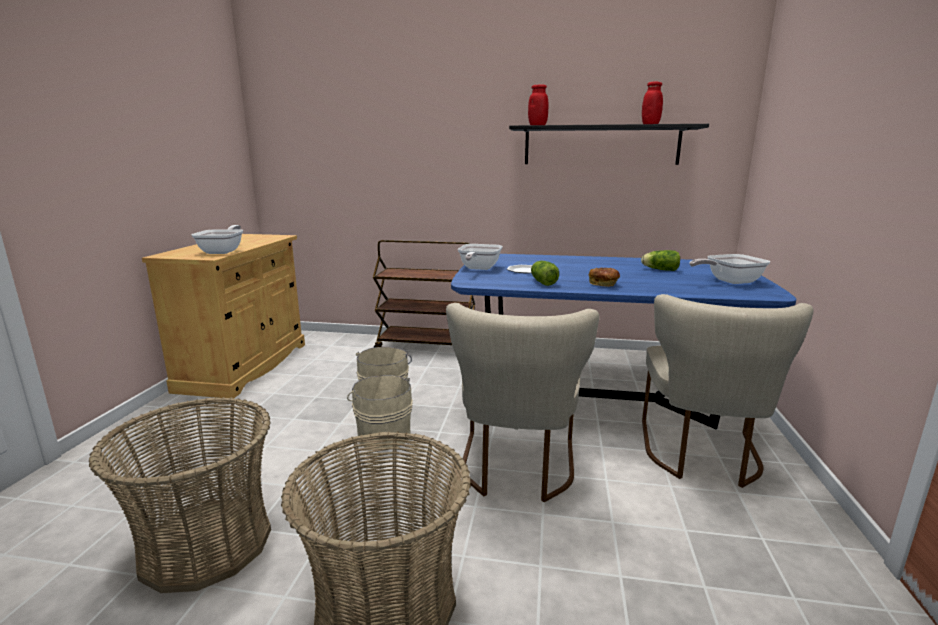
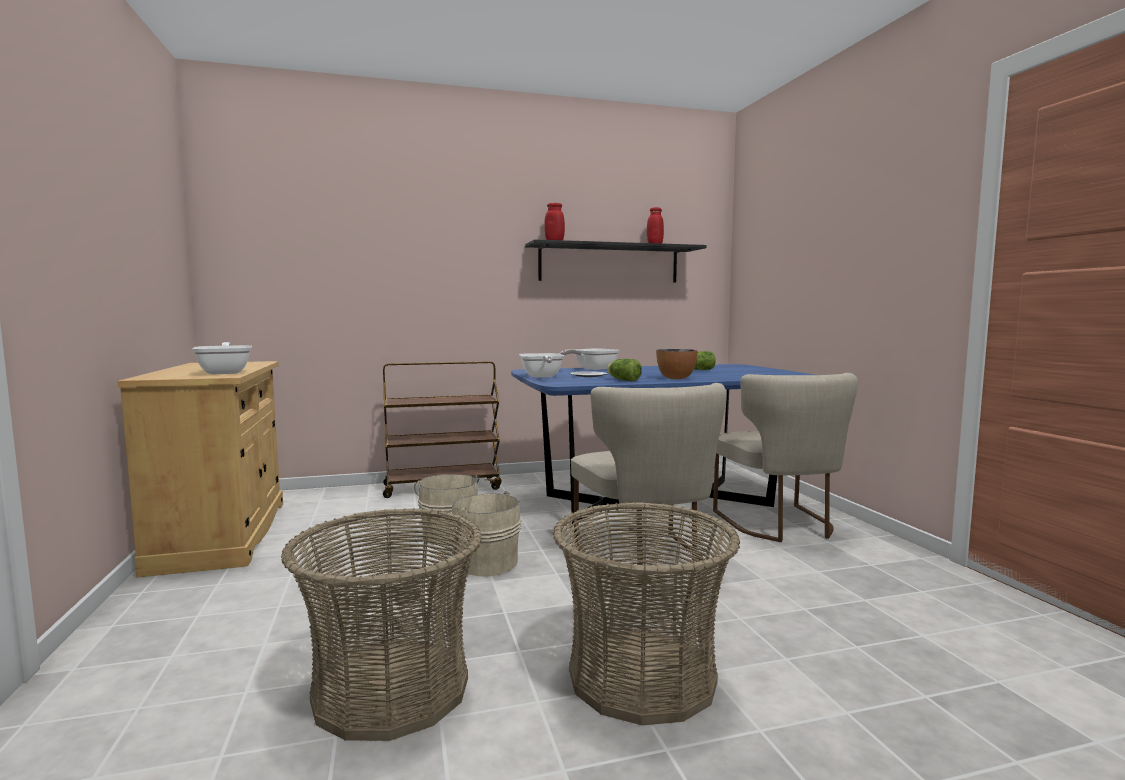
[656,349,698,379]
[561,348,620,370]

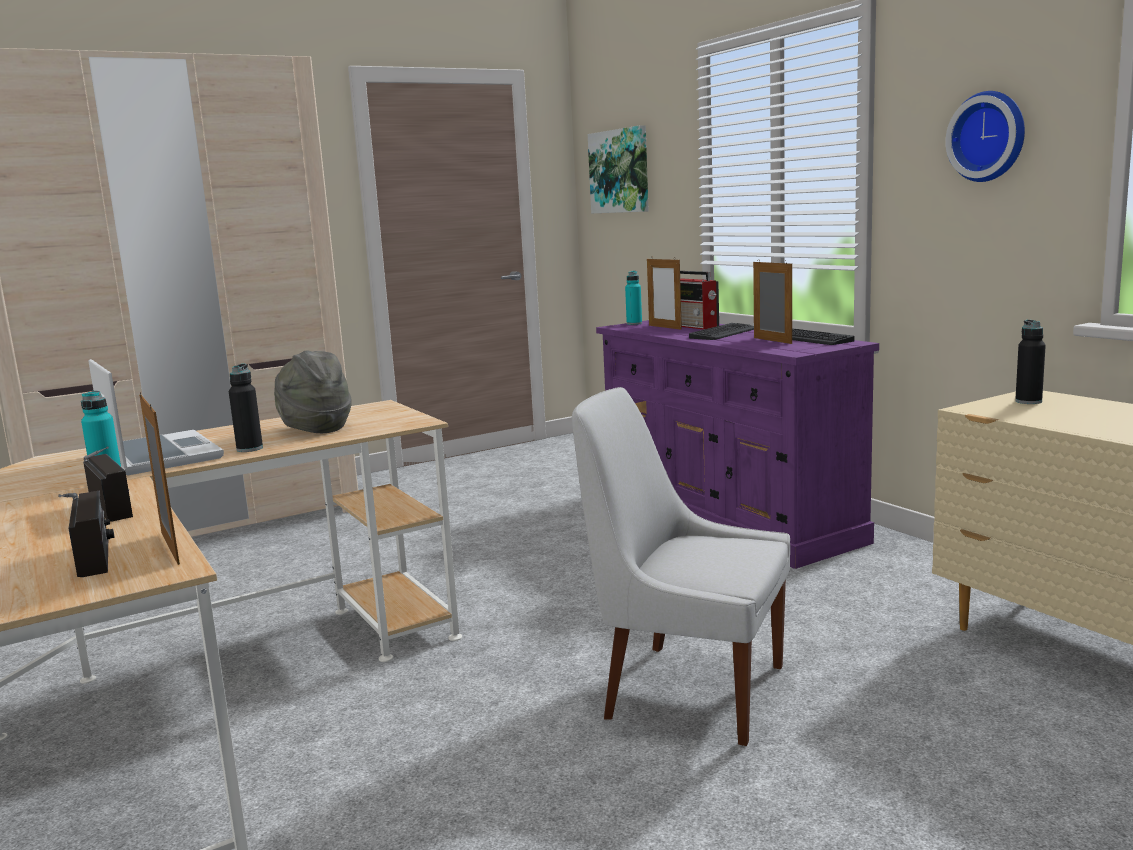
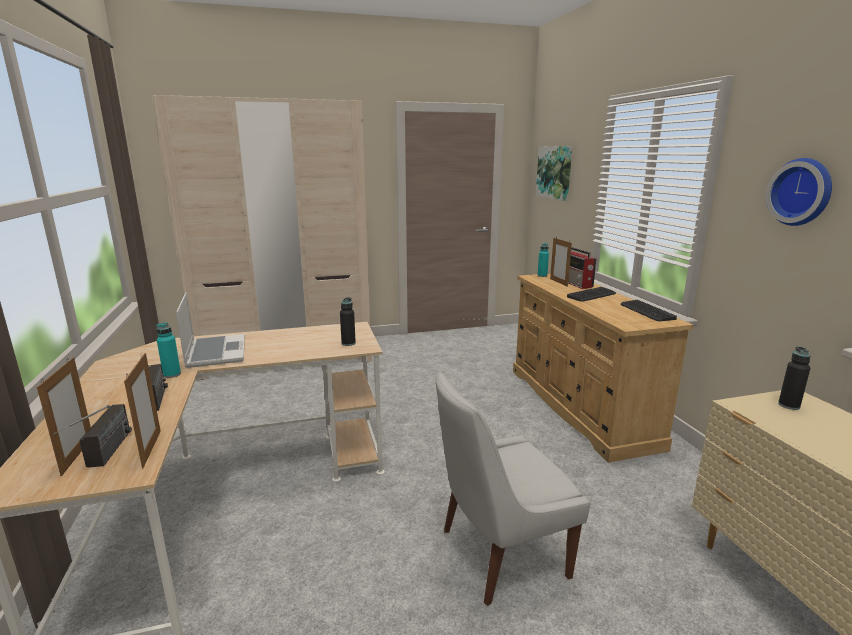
[340,297,356,346]
[274,350,352,433] (first image)
[436,372,591,606]
[513,273,693,463]
[37,357,91,476]

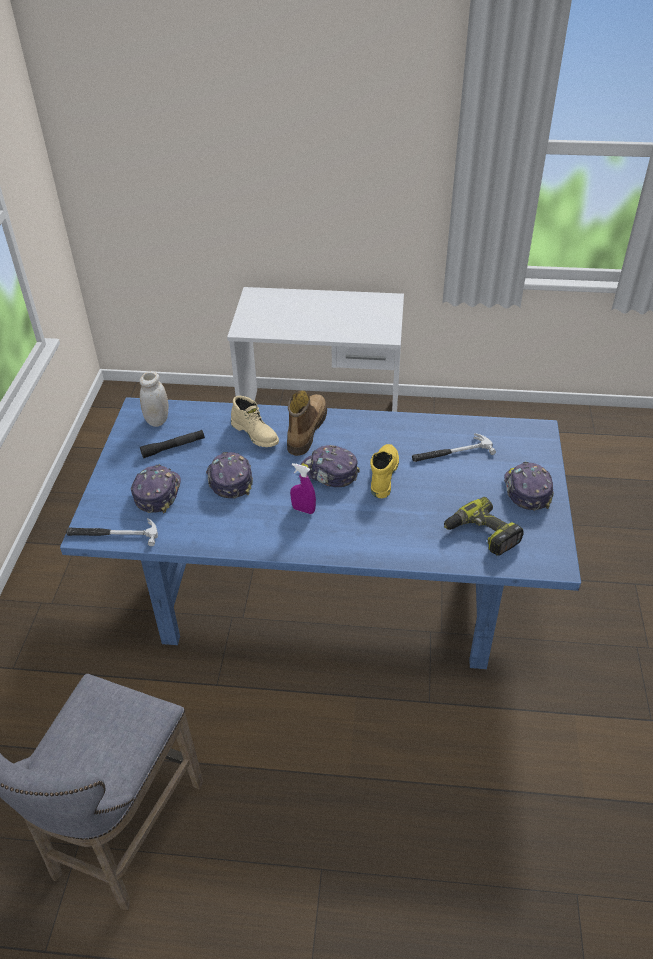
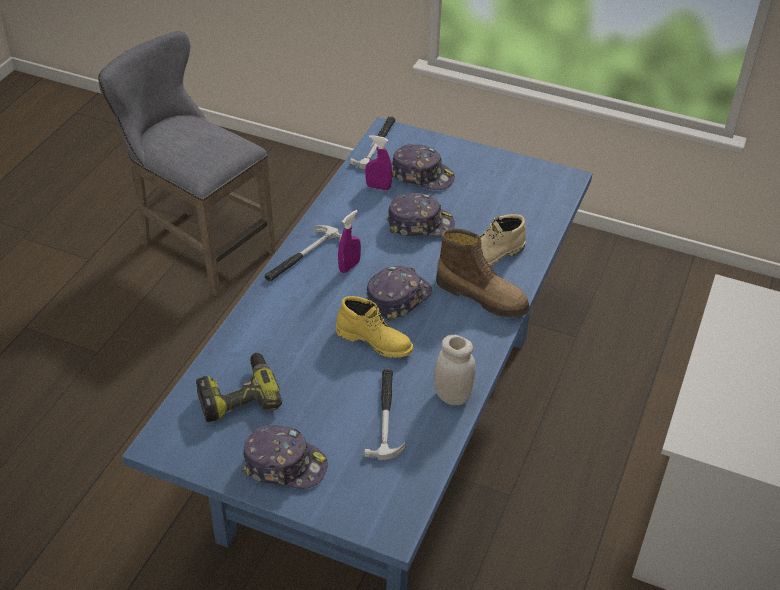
[434,335,476,405]
[140,430,205,458] (first image)
[265,225,342,281]
[365,135,392,190]

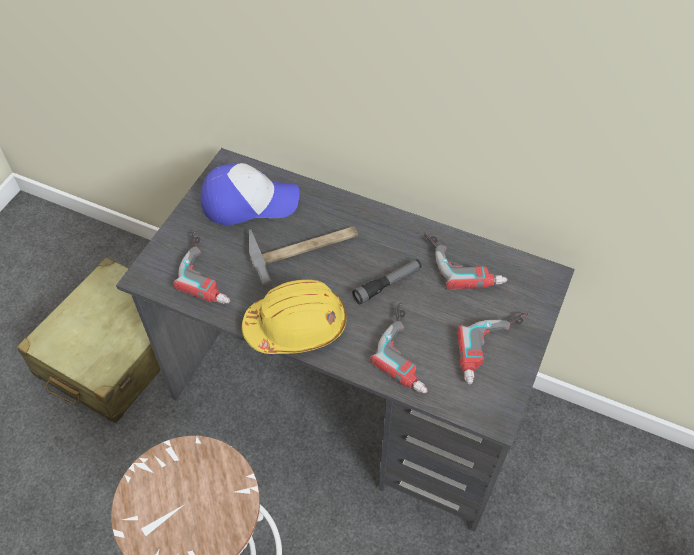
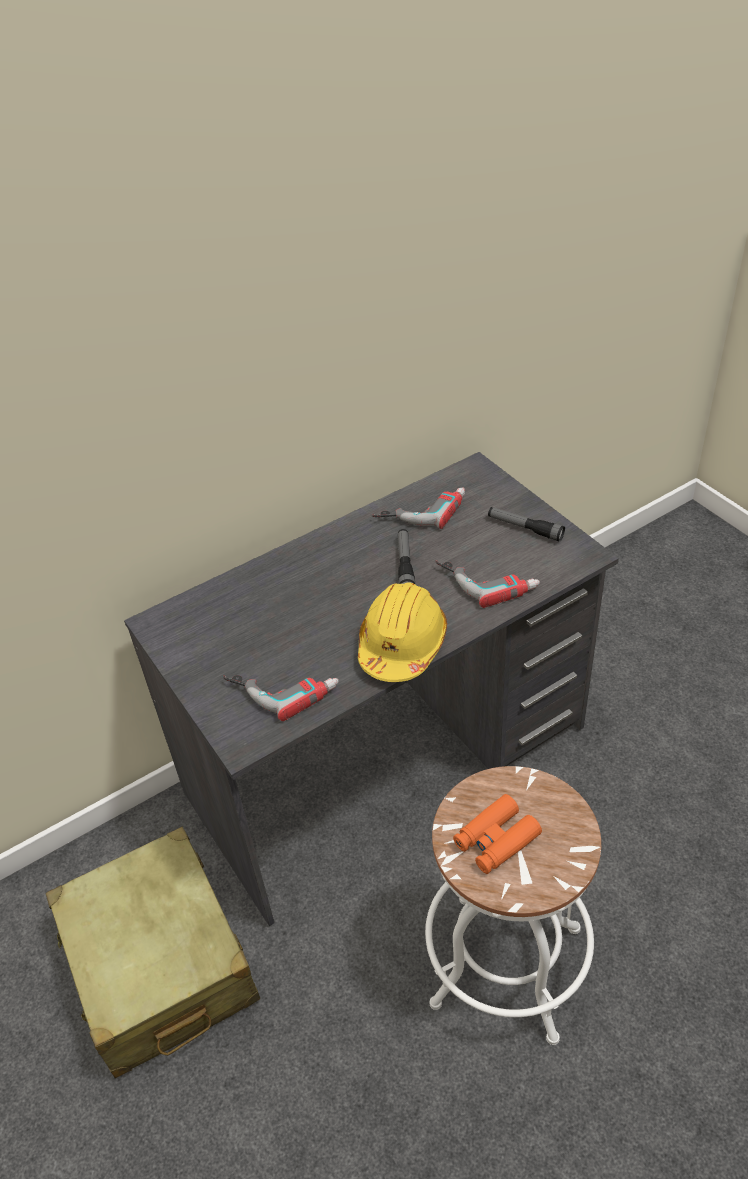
[201,163,300,225] (first image)
[249,226,358,289] (first image)
[488,507,565,542]
[453,794,542,874]

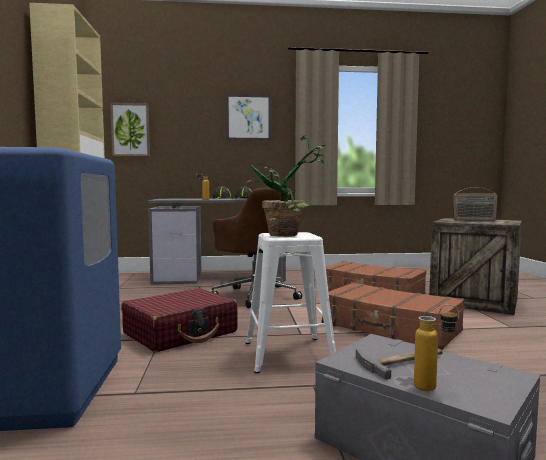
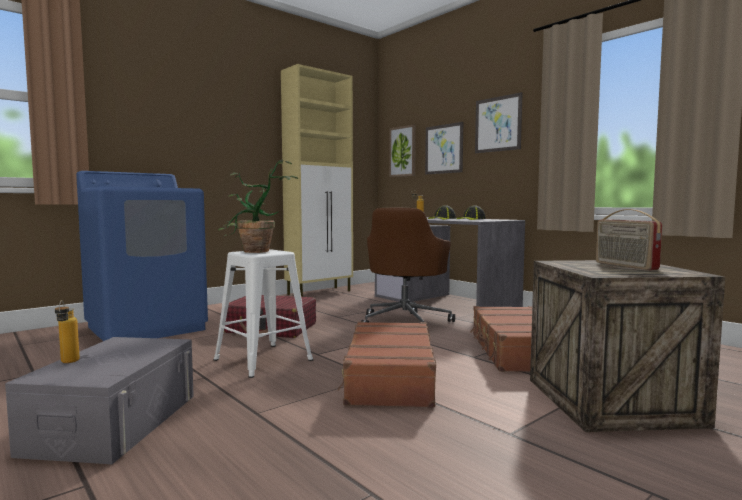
[356,349,443,380] (first image)
[425,122,463,174]

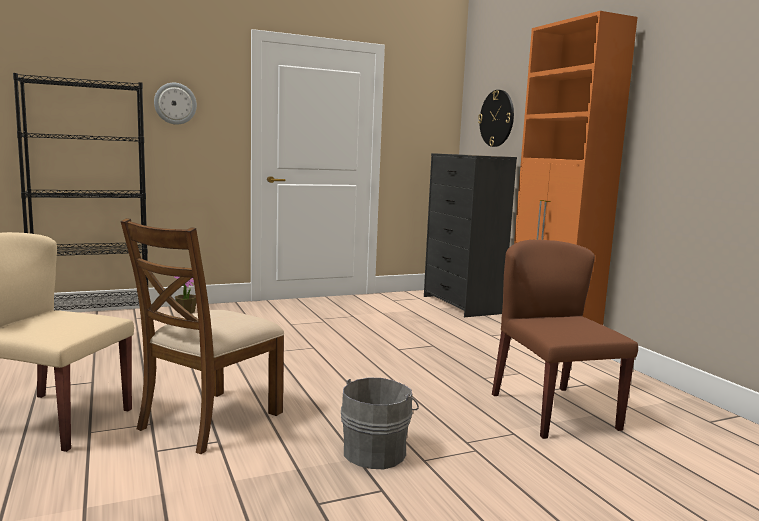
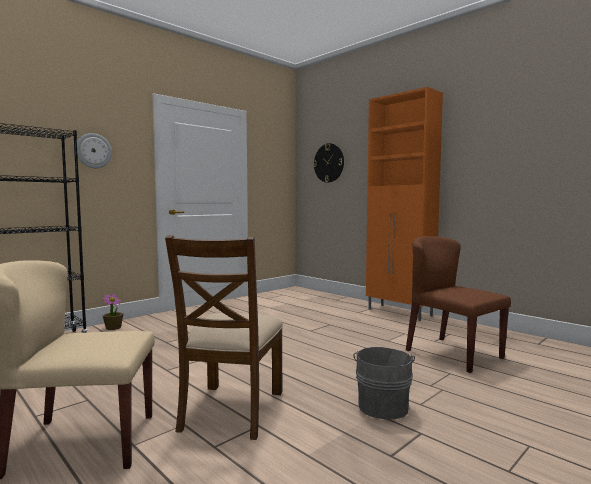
[424,153,517,317] (first image)

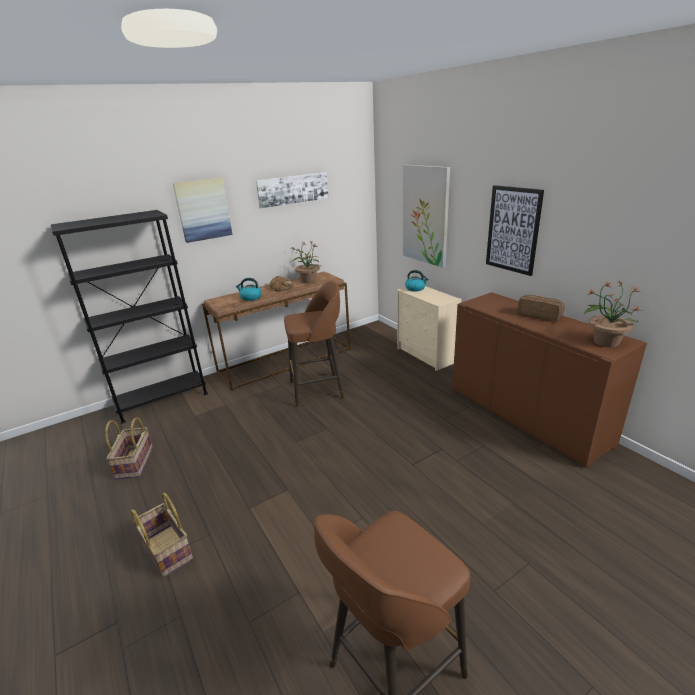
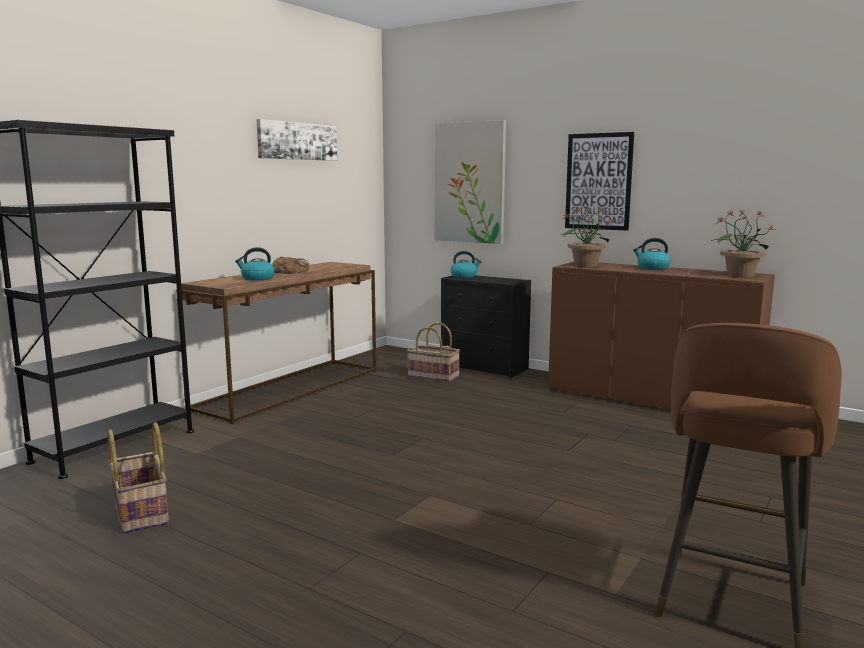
[407,322,460,382]
[173,178,233,243] (first image)
[284,281,344,407] (first image)
[562,206,610,267]
[441,275,531,378]
[633,238,671,270]

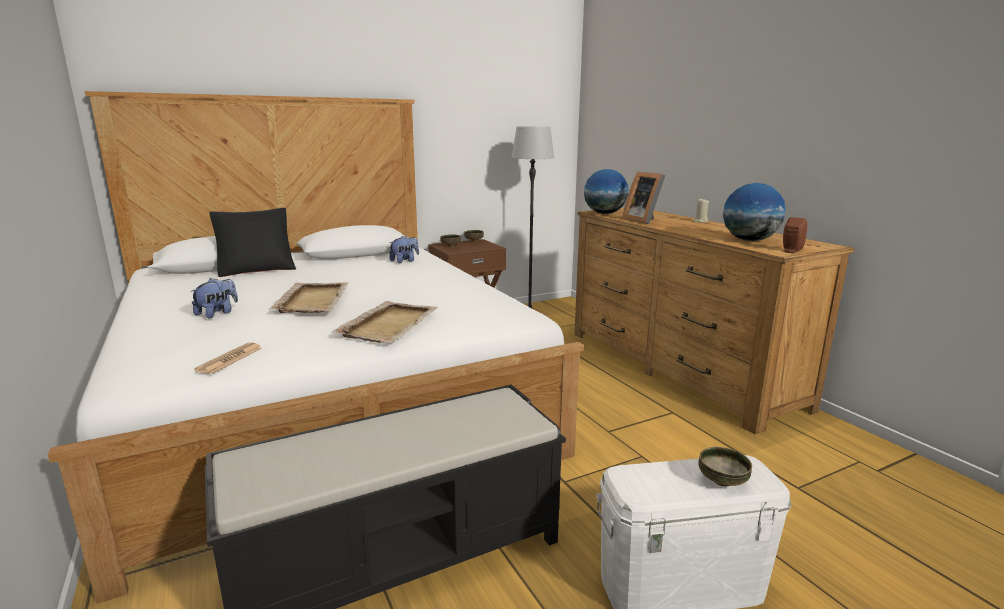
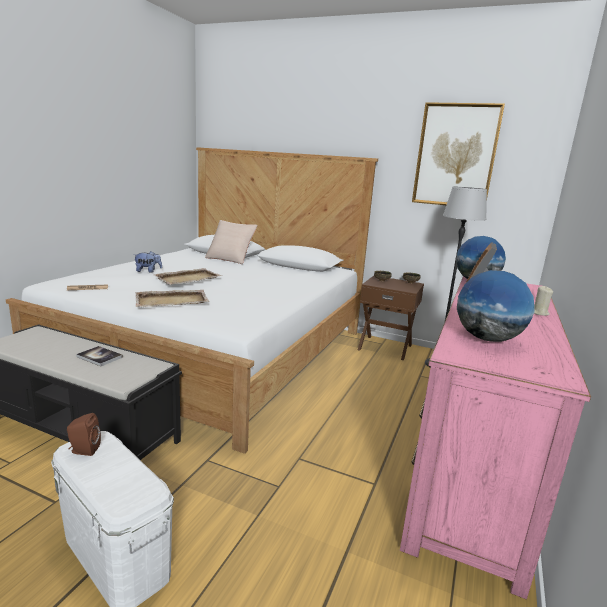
[205,220,258,264]
[389,235,419,263] (first image)
[400,276,591,600]
[698,447,752,486] (first image)
[67,413,101,456]
[76,346,123,366]
[412,102,505,205]

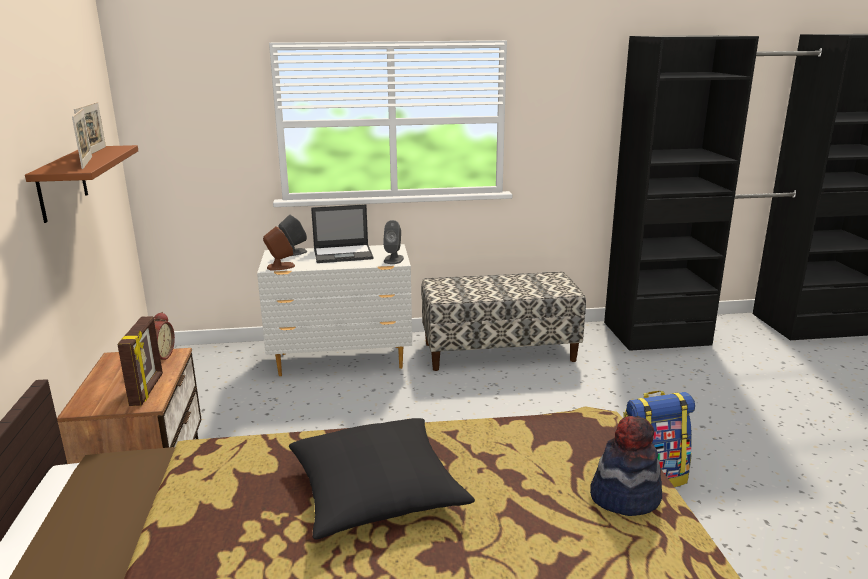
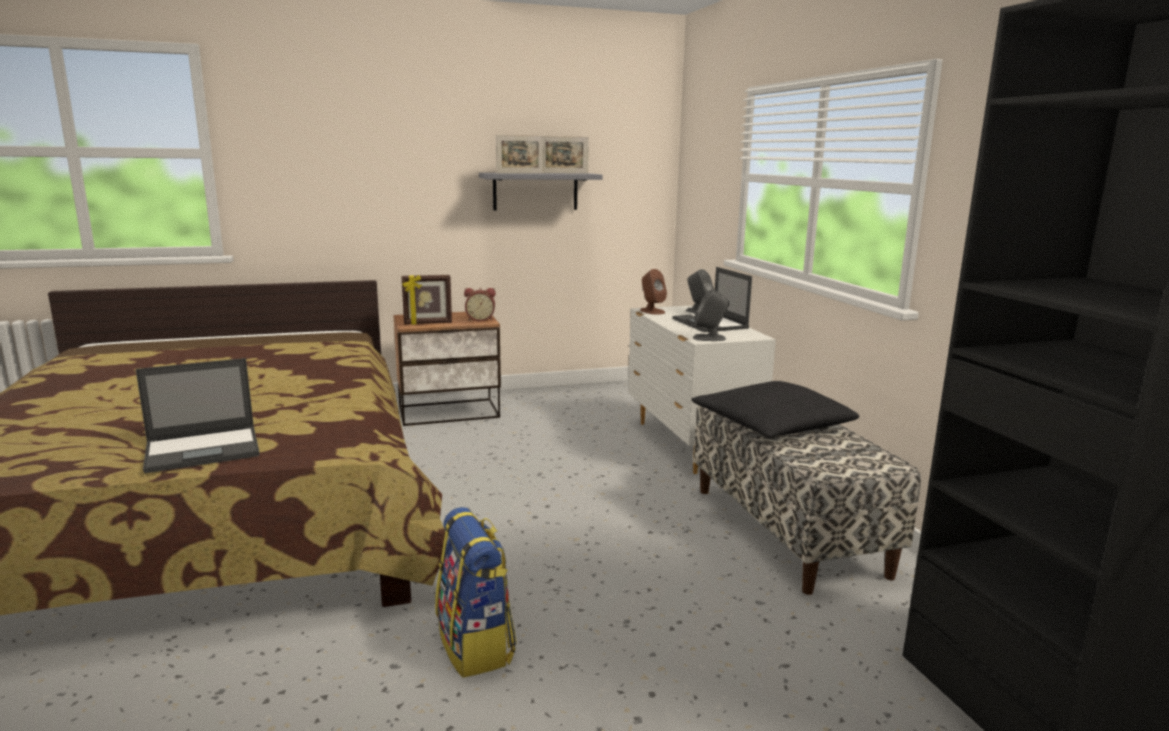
[479,173,603,211]
[691,381,859,438]
[136,358,260,473]

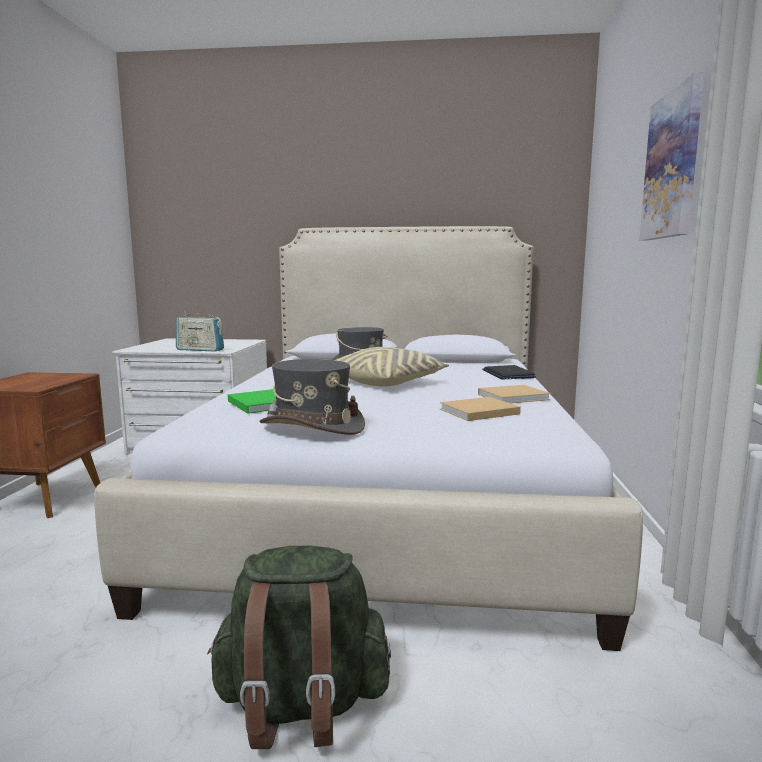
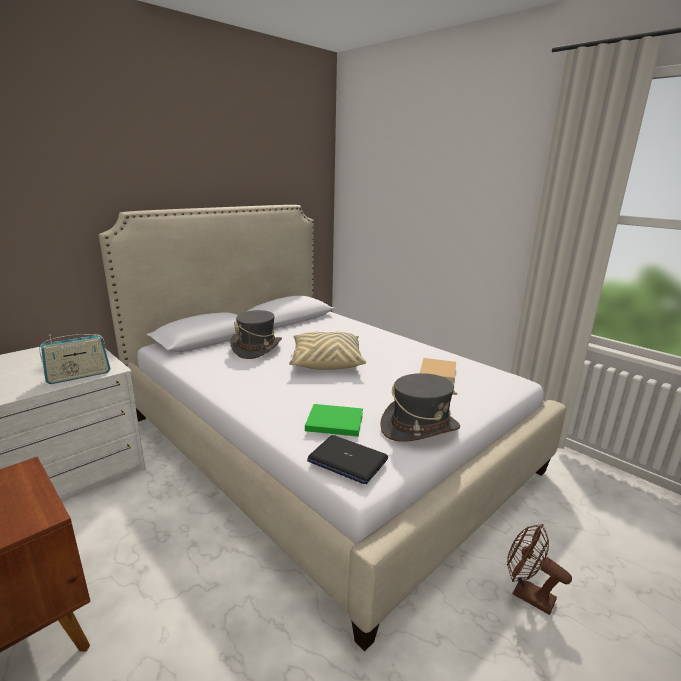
[507,524,572,615]
[478,385,551,403] (first image)
[307,435,388,484]
[639,72,705,241] (first image)

